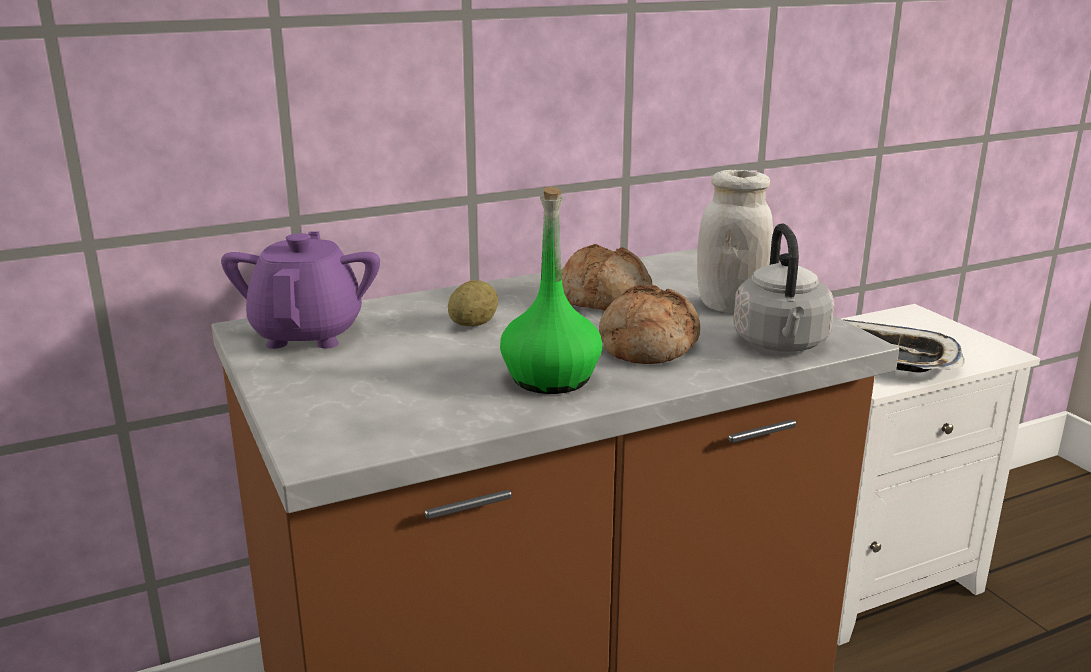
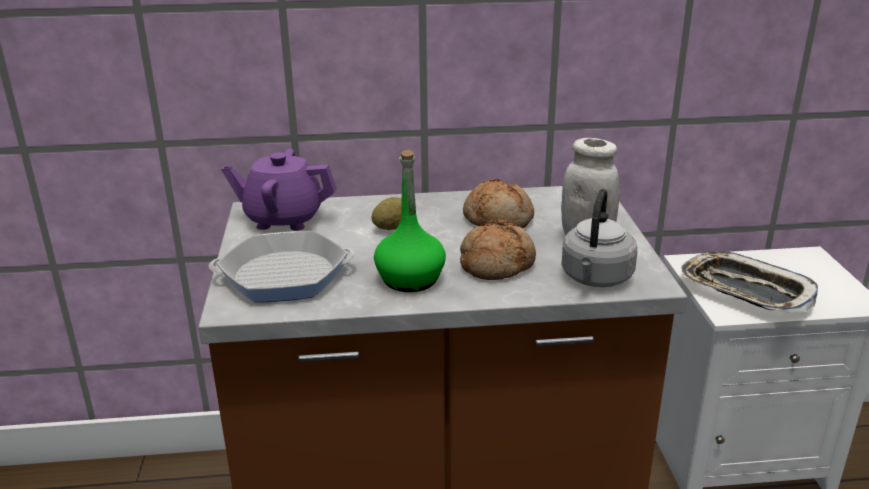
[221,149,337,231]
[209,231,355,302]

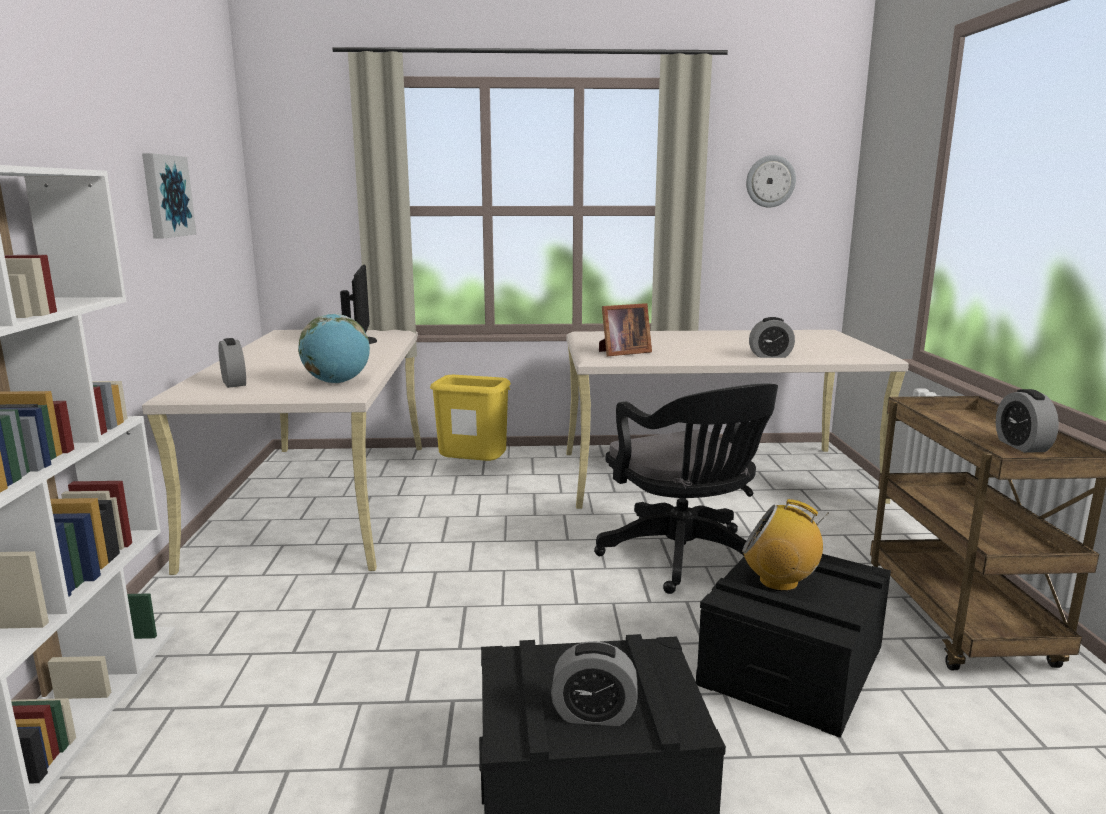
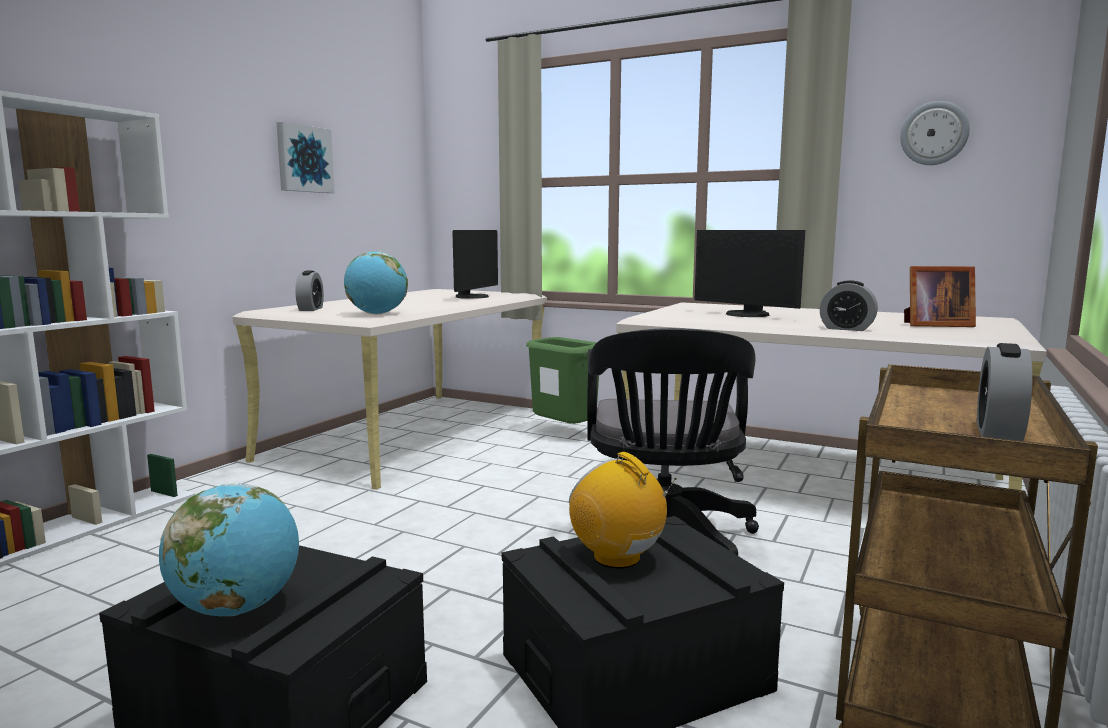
[526,337,599,424]
[159,483,299,616]
[904,266,976,327]
[695,230,805,317]

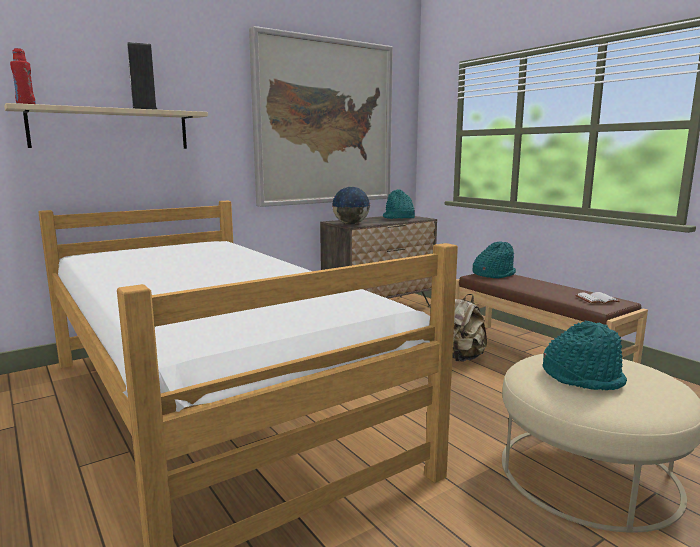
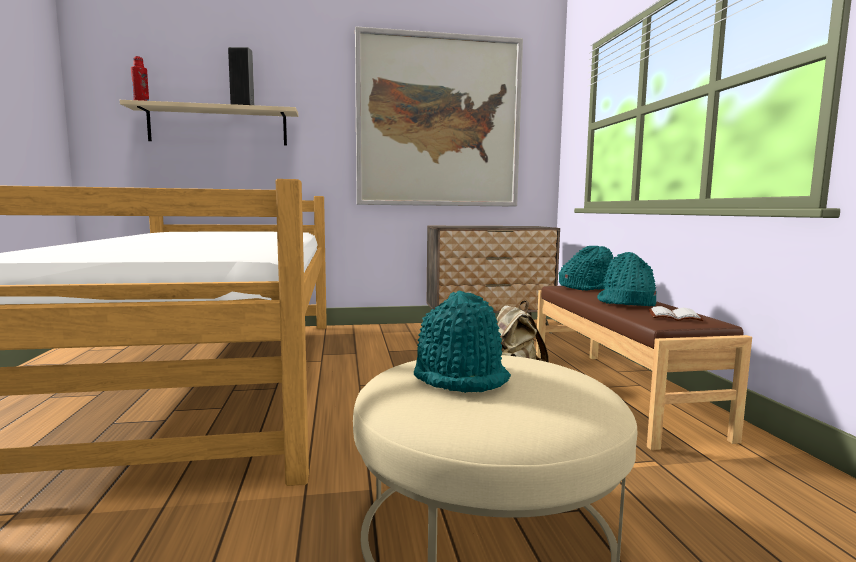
[332,187,370,224] (first image)
[597,252,656,306]

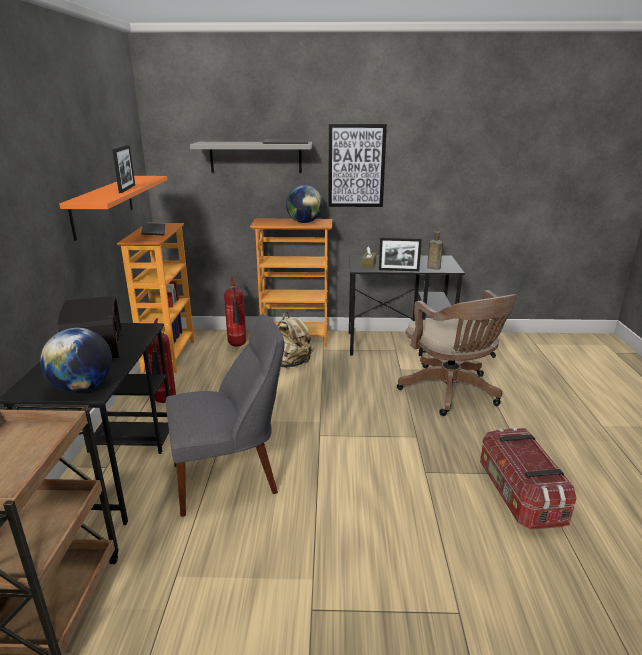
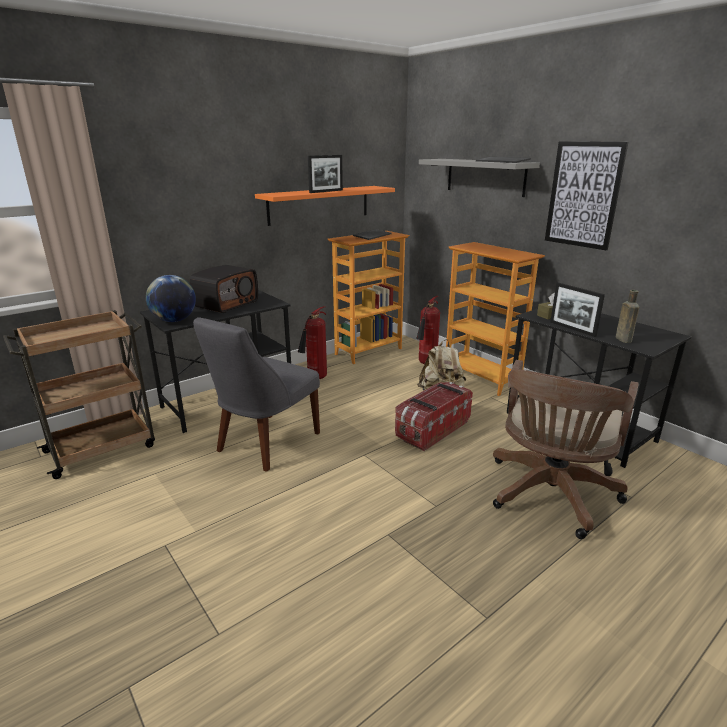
[193,317,320,472]
[286,185,323,223] (first image)
[395,382,473,451]

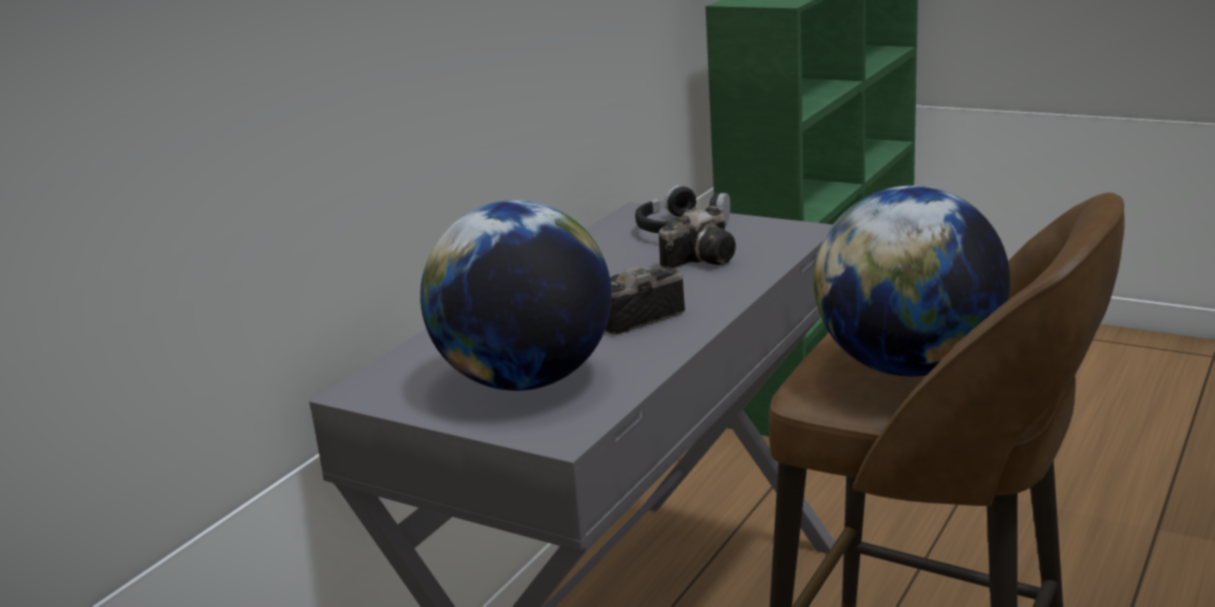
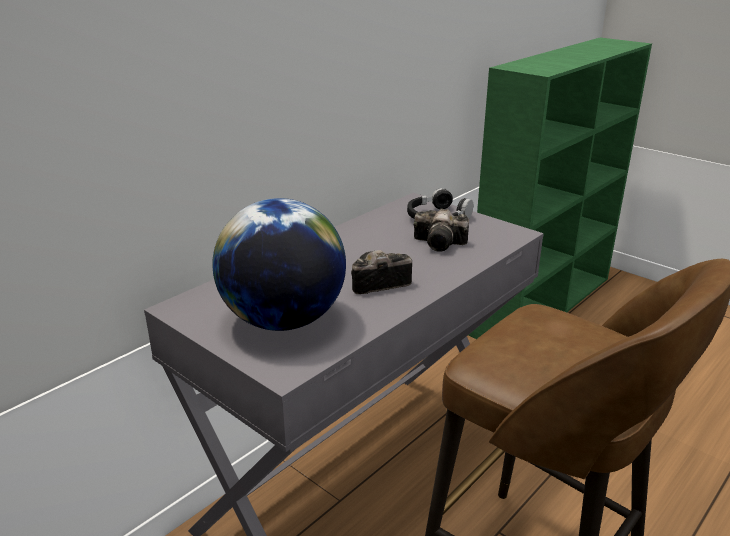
[414,208,469,252]
[814,186,1010,377] (first image)

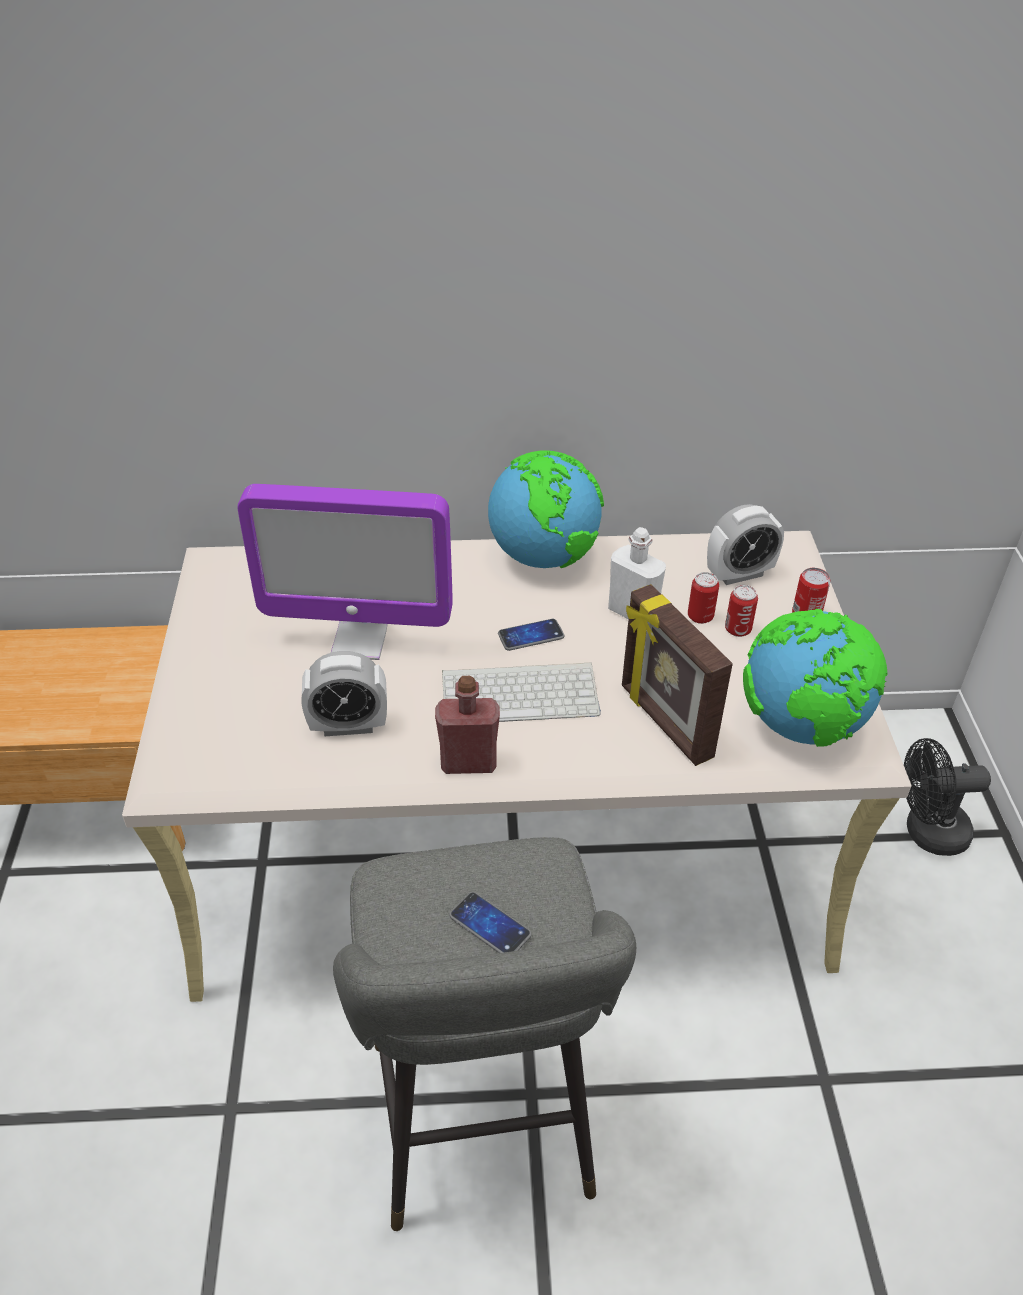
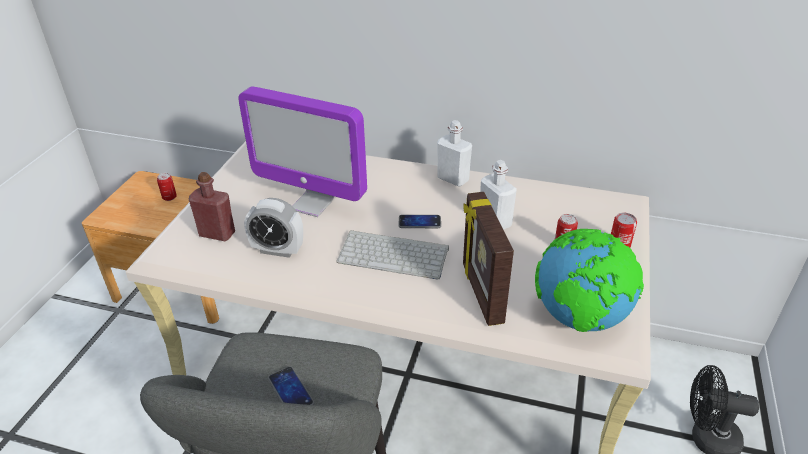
[189,172,235,241]
[437,120,472,187]
[157,173,177,201]
[707,504,784,585] (first image)

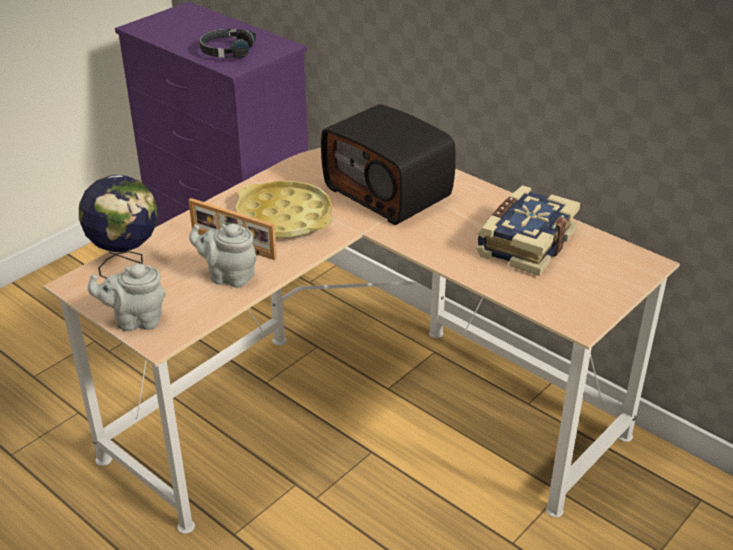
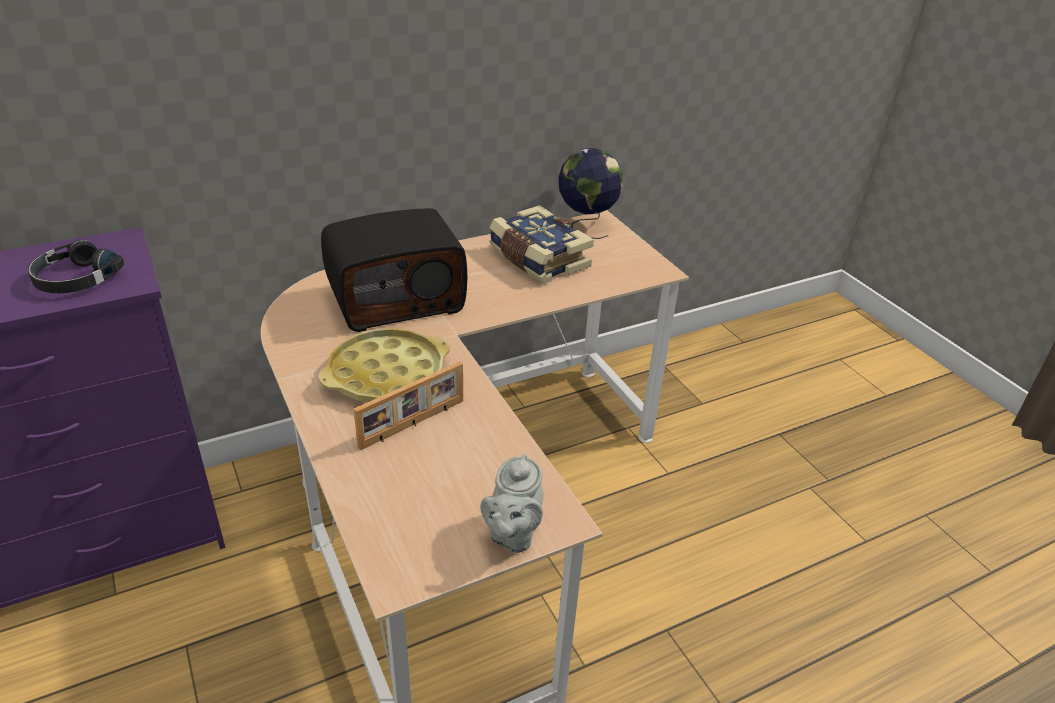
[559,148,623,239]
[189,224,257,288] (first image)

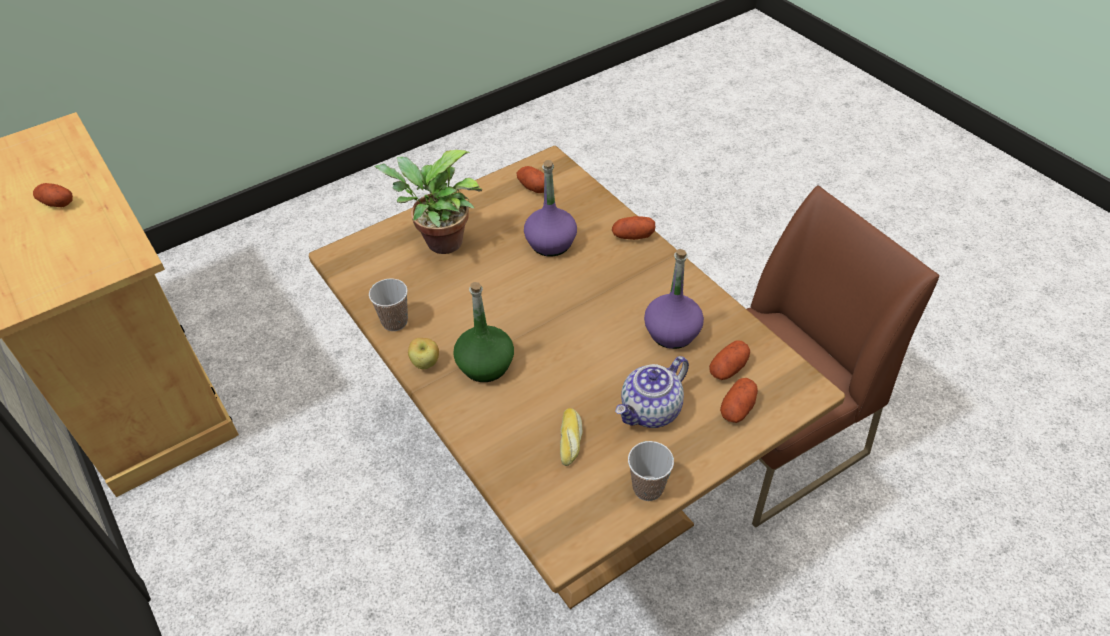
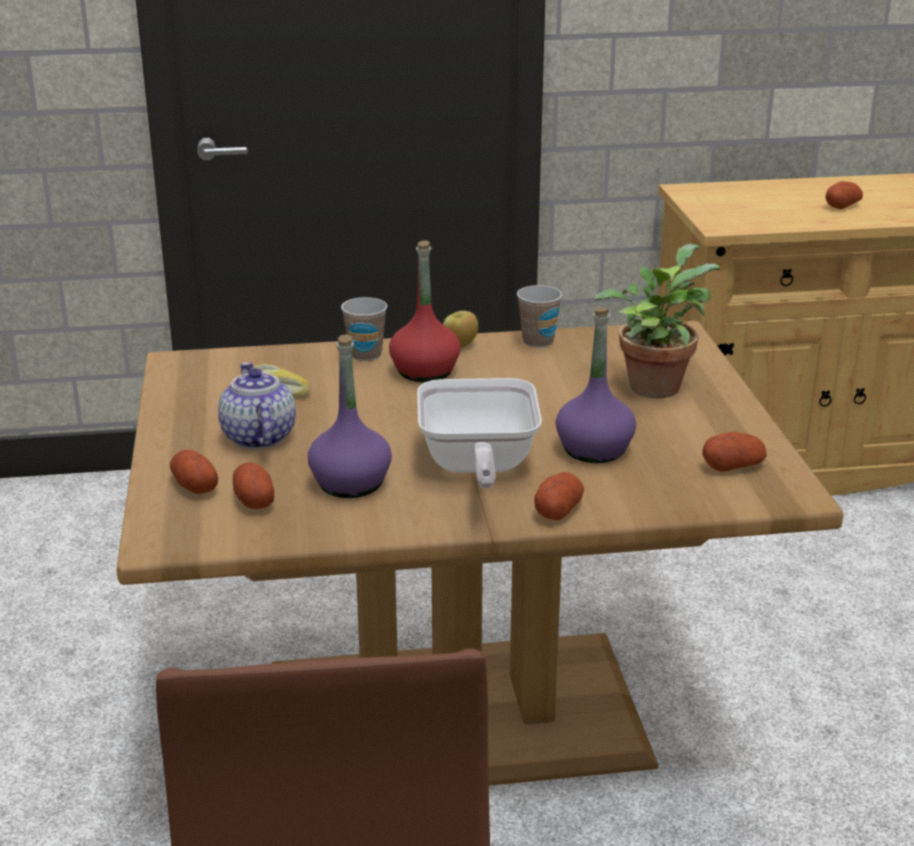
[389,240,461,382]
[341,297,387,361]
[417,378,542,489]

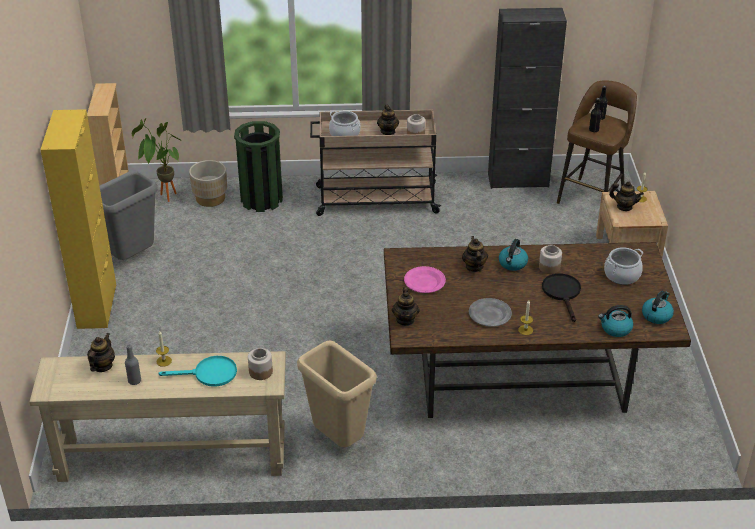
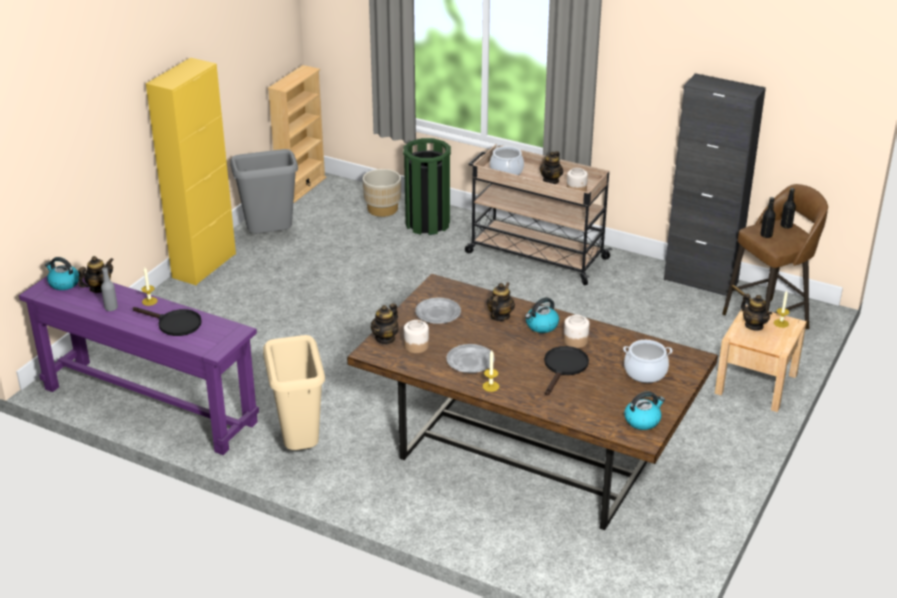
[19,276,259,455]
[132,118,181,202] (first image)
[133,307,202,336]
[404,320,429,353]
[415,298,461,324]
[45,257,79,290]

